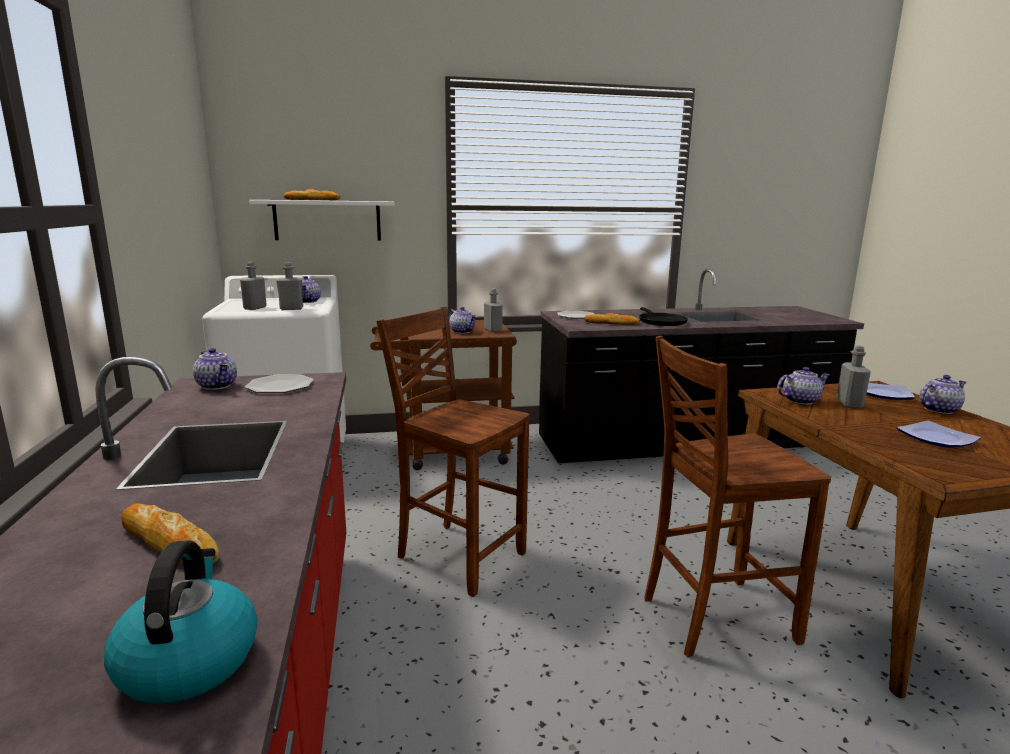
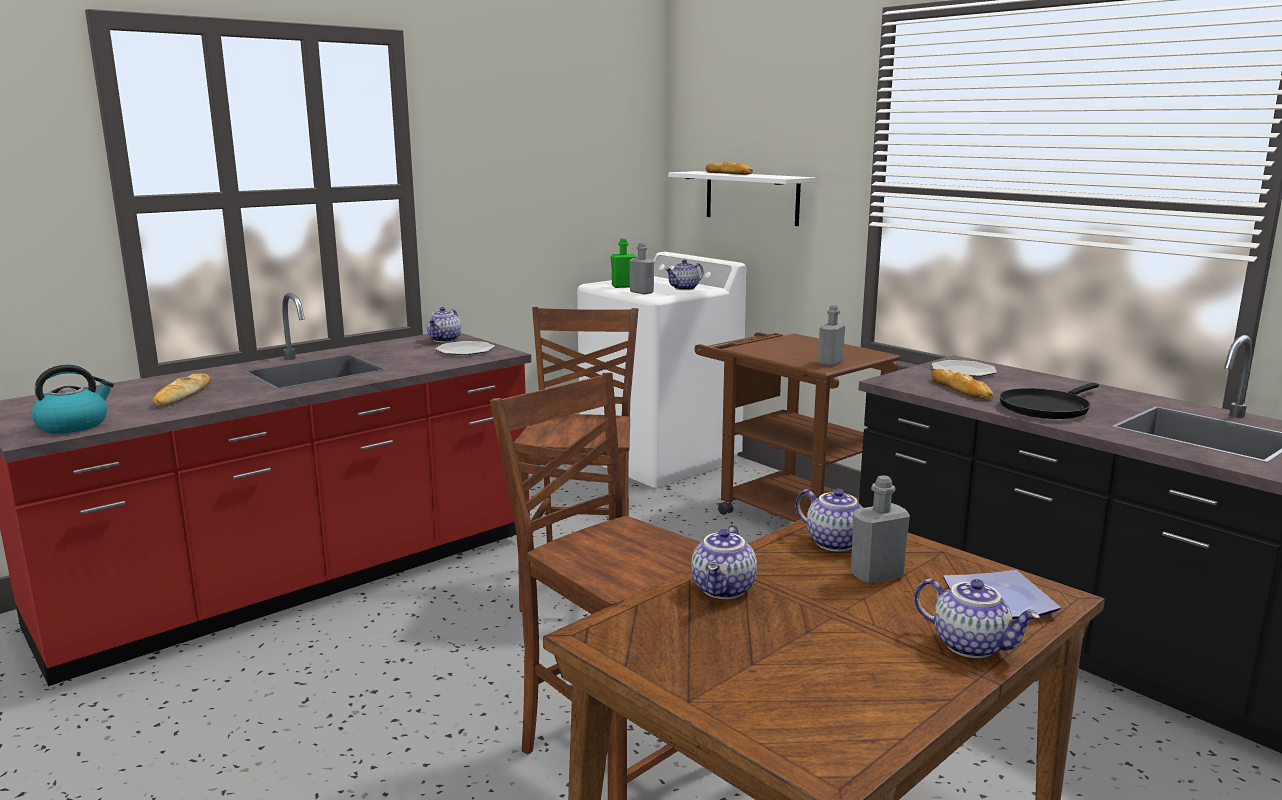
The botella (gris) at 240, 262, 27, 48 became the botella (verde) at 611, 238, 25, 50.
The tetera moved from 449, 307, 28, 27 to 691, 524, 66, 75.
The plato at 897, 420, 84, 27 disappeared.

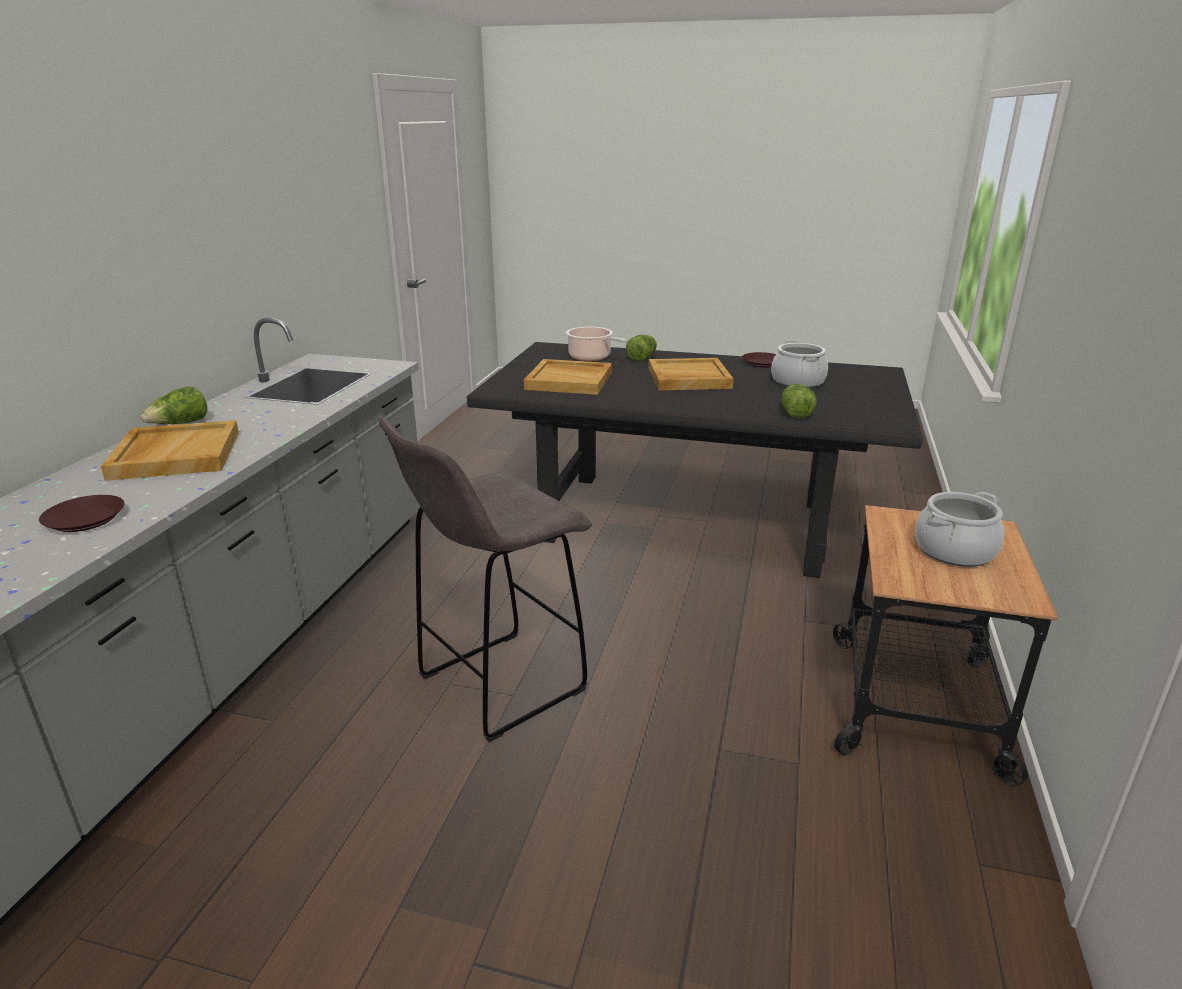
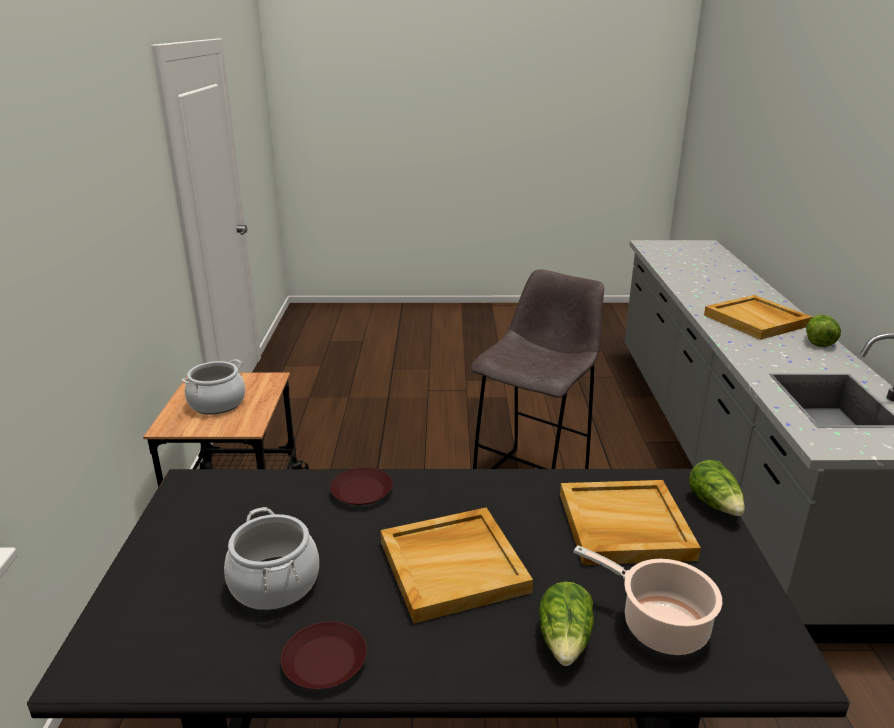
The lechuga moved from 781, 384, 36, 34 to 689, 460, 56, 56.
The plato (marrón) moved from 39, 495, 85, 37 to 330, 467, 63, 38.

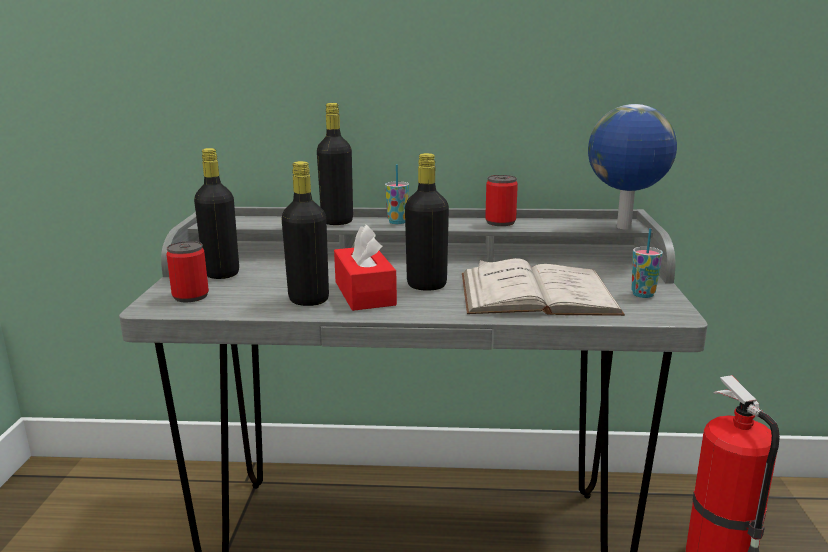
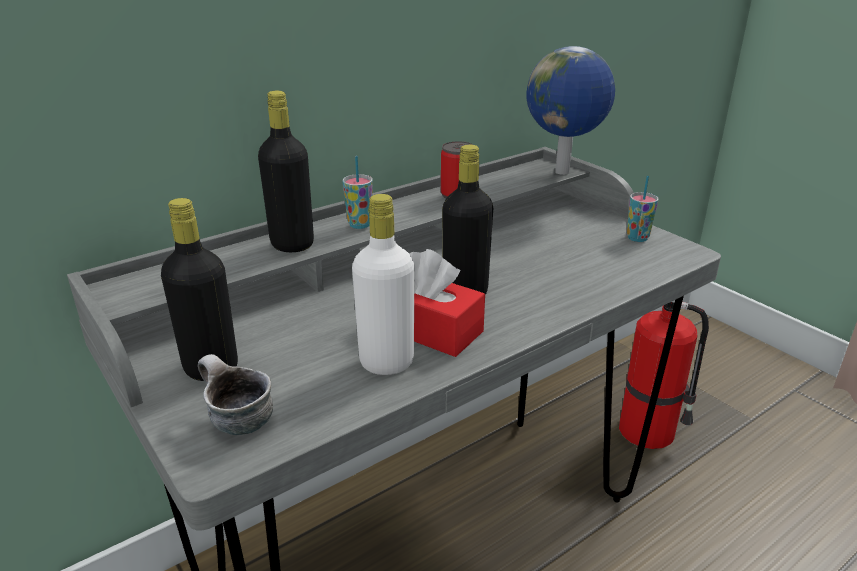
The botella (negro) at 281, 161, 48, 145 became the botella (blanco) at 352, 194, 62, 181.
The lata at 166, 241, 43, 61 was replaced by the taza grande at 198, 354, 75, 81.
The libro (blanco) at 462, 258, 163, 58 disappeared.

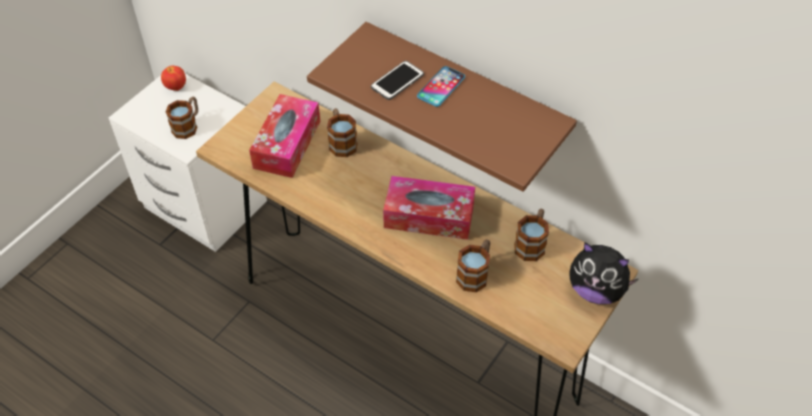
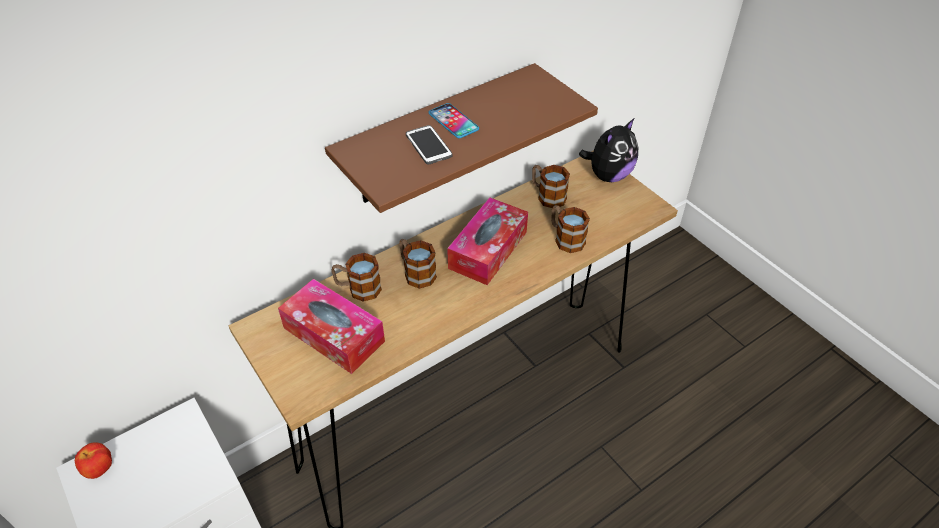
The taza grande moved from 166, 97, 32, 42 to 399, 239, 38, 50.

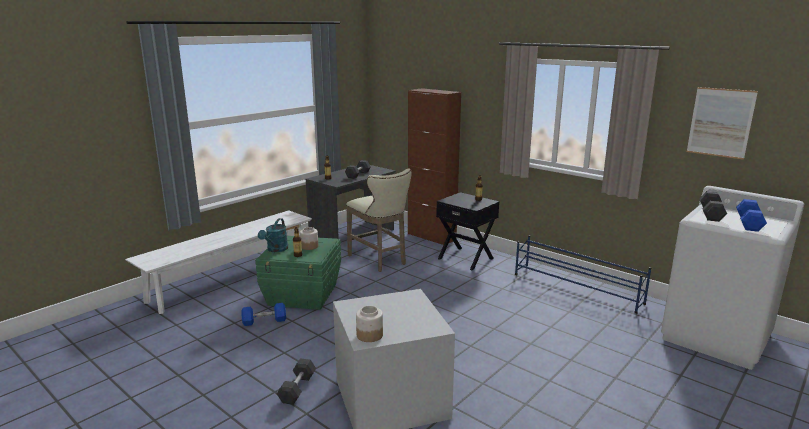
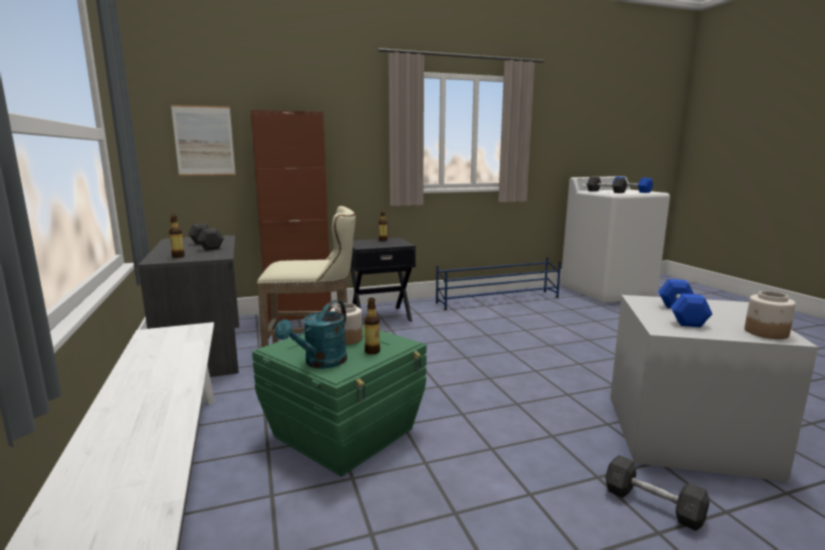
The cuadro moved from 687, 87, 71, 73 to 171, 105, 65, 71.
The regadera (turquesa) at 258, 218, 30, 34 turned 75 degrees clockwise.
The mancuerna (azul) moved from 241, 303, 45, 23 to 658, 279, 55, 49.

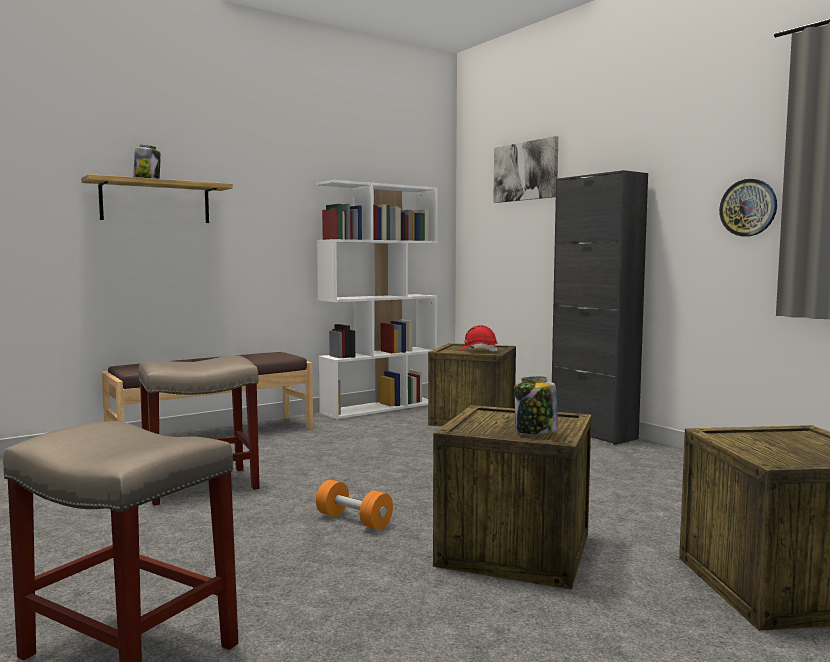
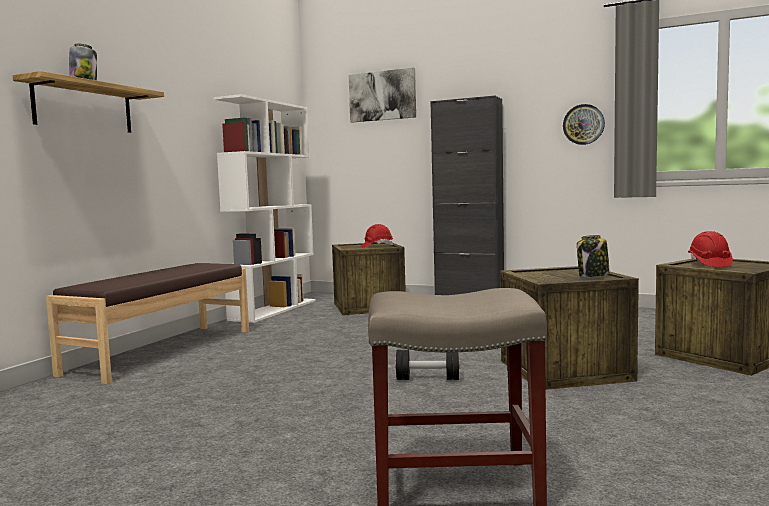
The taburete (beis) at 138, 355, 121, 151 disappeared.
The mancuerna (naranja) at 316, 480, 77, 50 became the mancuerna (negro) at 395, 350, 65, 30.
The casco (rojo) at 688, 231, 45, 36 appeared.

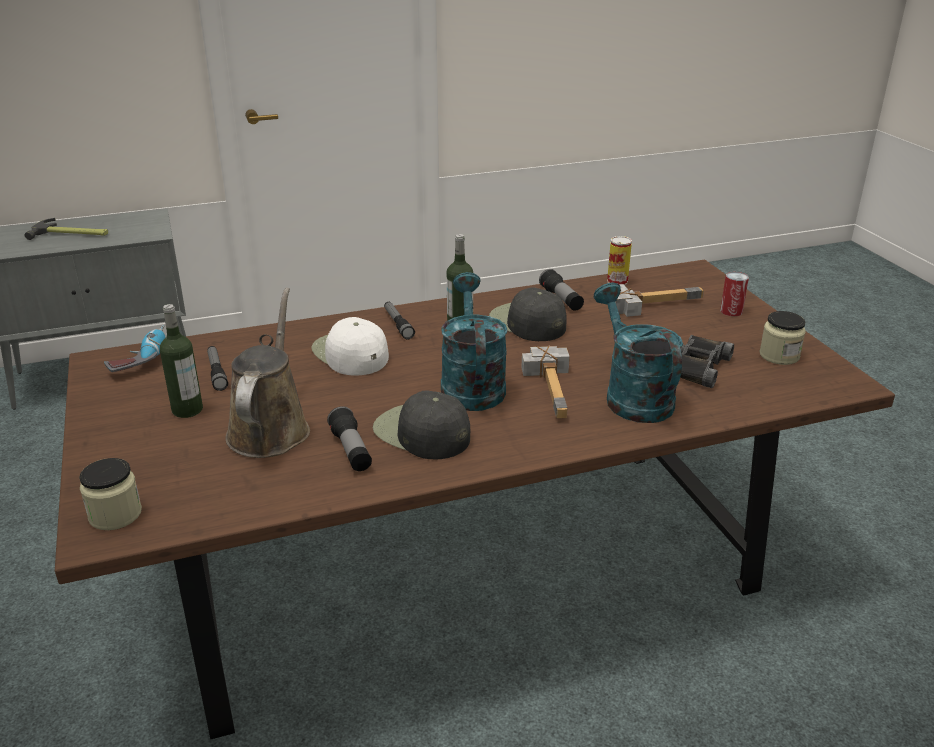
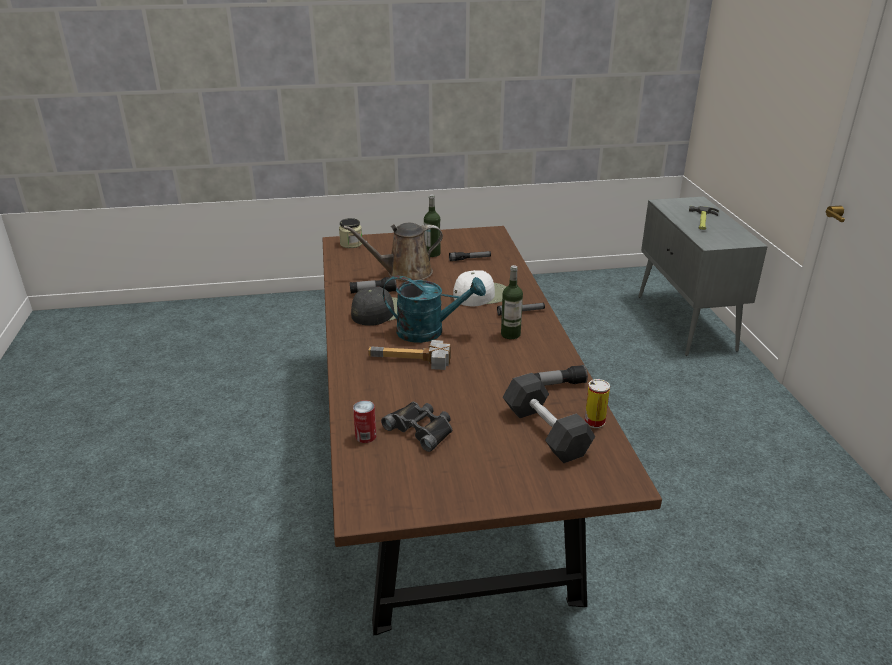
The lata moved from 720, 272, 29, 44 to 353, 400, 23, 43.
The regadera (turquesa) at 594, 283, 89, 140 disappeared.
The martillo at 615, 284, 89, 33 was replaced by the mancuerna (gris) at 503, 373, 92, 90.
The regadera (marrón) at 225, 288, 85, 170 turned 150 degrees clockwise.
The gorra (negro) at 489, 288, 78, 53 disappeared.
The tarro at 759, 311, 47, 54 disappeared.
The taladro at 104, 325, 62, 47 disappeared.

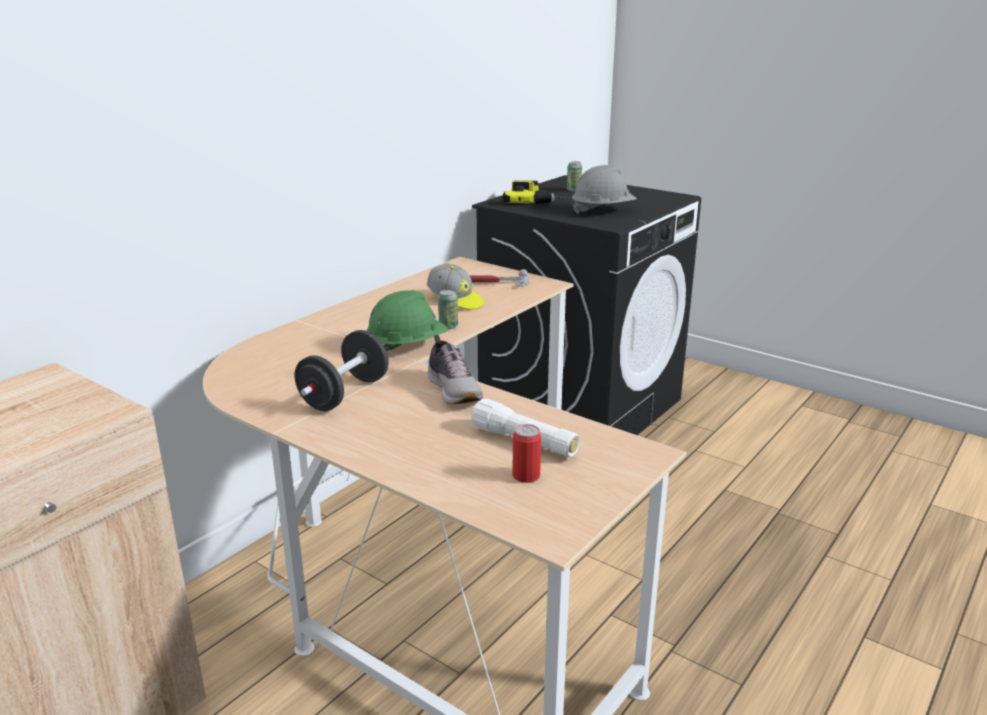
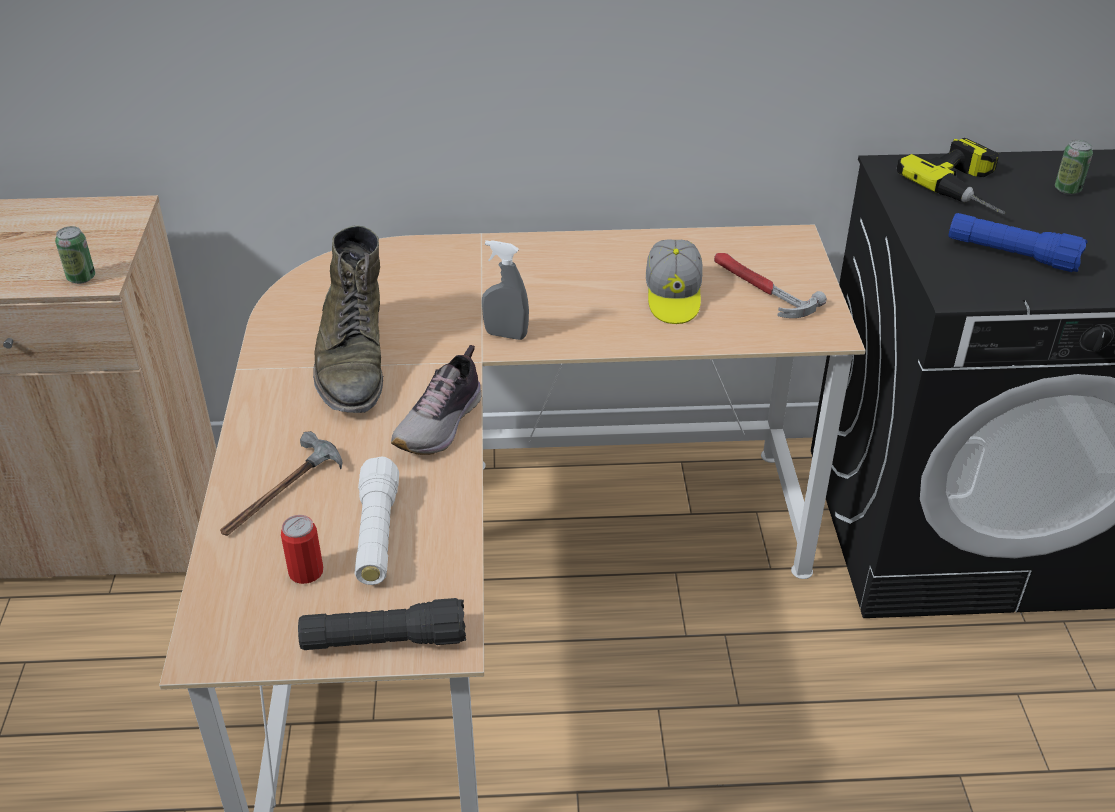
The casco (gris) at 572, 165, 65, 49 was replaced by the linterna (azul) at 948, 213, 140, 59.
The casco (verde) at 366, 290, 82, 61 was replaced by the pulverizador (gris) at 482, 240, 47, 100.
The lata moved from 438, 290, 20, 39 to 55, 226, 40, 58.
The mancuerna (negro) at 295, 330, 93, 81 was replaced by the bota (verde) at 313, 225, 70, 188.
The martillo at 220, 431, 123, 105 appeared.
The linterna (negro) at 298, 598, 168, 52 appeared.

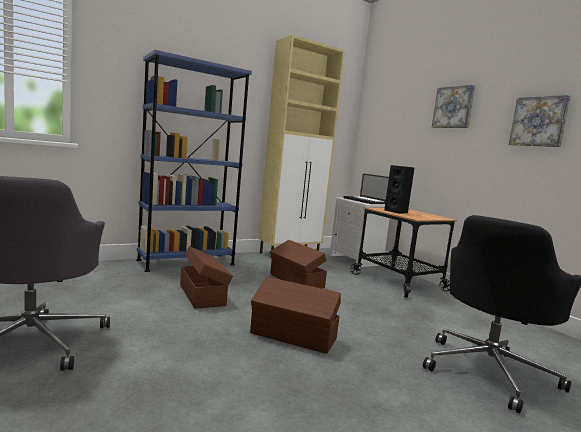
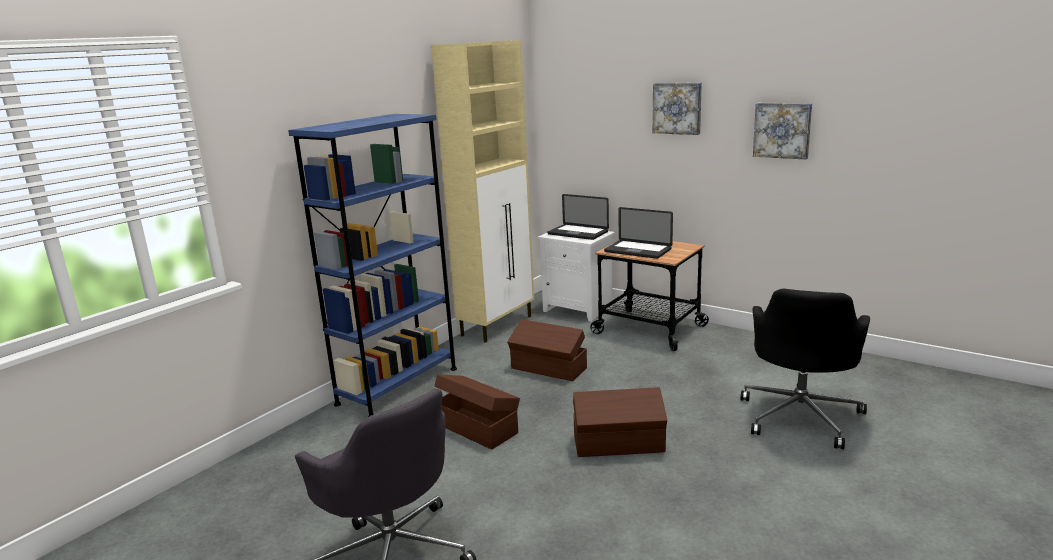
The altavoz (negro) at 384, 165, 30, 49 was replaced by the portátil at 604, 207, 69, 52.

